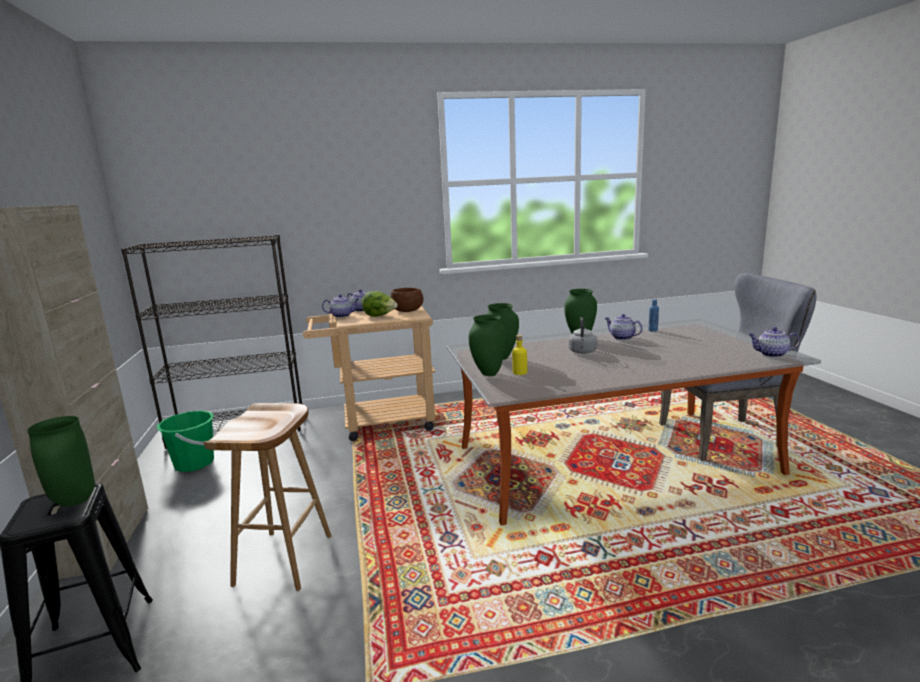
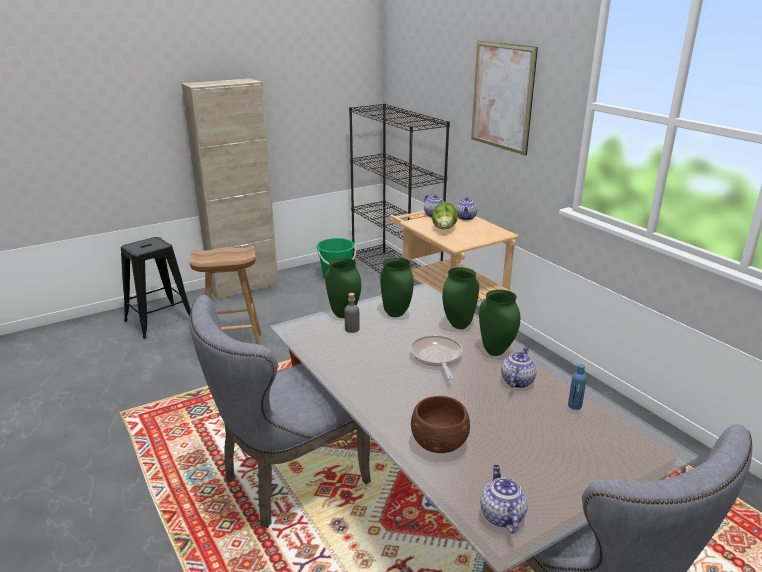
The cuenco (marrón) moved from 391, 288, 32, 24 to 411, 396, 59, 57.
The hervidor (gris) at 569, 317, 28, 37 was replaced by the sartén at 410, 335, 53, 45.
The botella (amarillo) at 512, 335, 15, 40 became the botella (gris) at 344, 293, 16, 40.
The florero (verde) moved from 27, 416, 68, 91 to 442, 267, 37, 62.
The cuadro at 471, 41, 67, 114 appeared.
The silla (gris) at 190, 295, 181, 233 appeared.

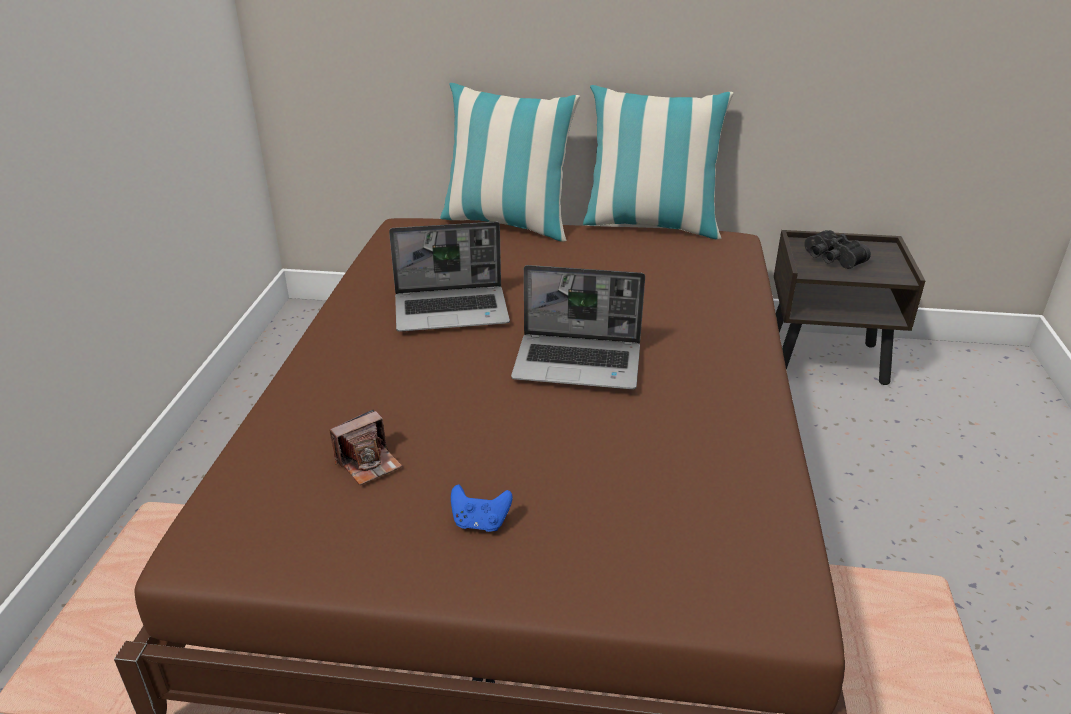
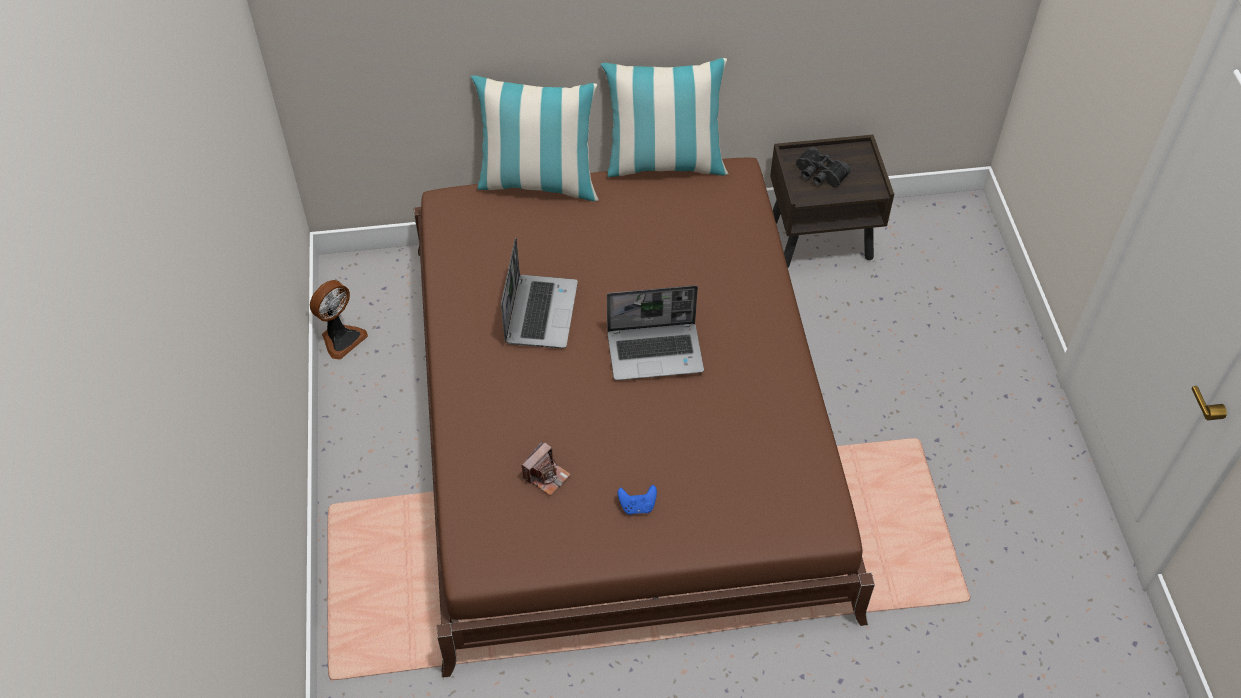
The portátil at 389, 222, 121, 110 turned 60 degrees counterclockwise.
The ventilador at 310, 280, 58, 80 appeared.

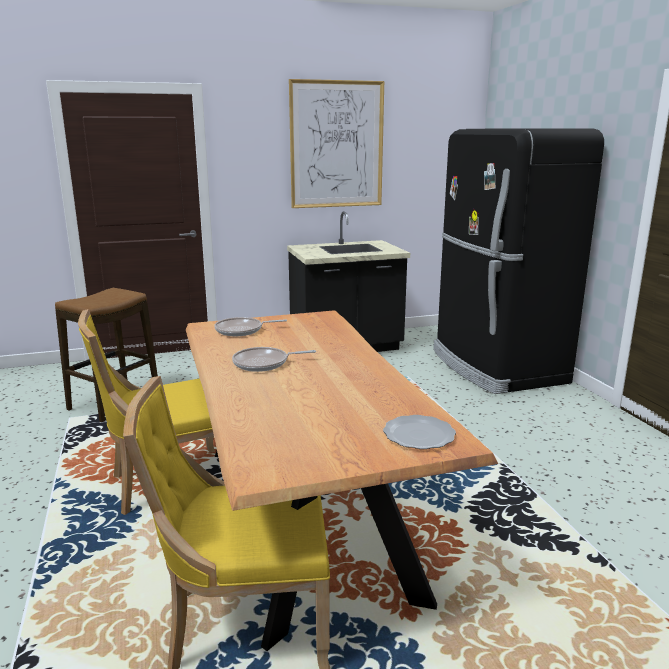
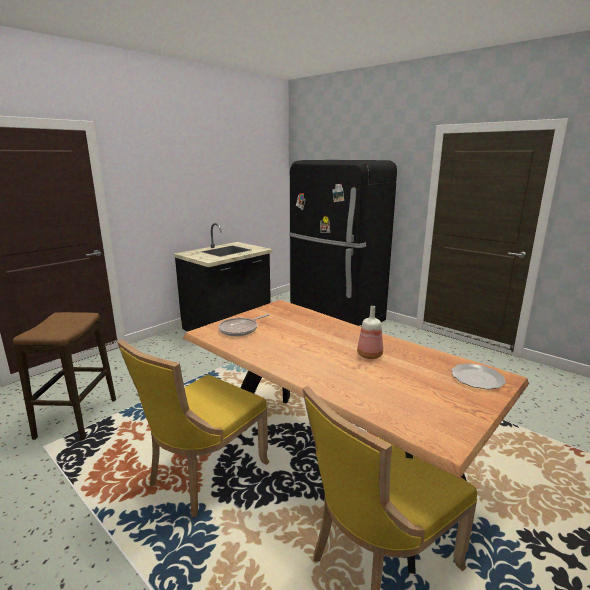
The cuadro at 289, 79, 95, 129 disappeared.
The sartén at 232, 347, 84, 25 disappeared.
The botella at 357, 306, 26, 53 appeared.

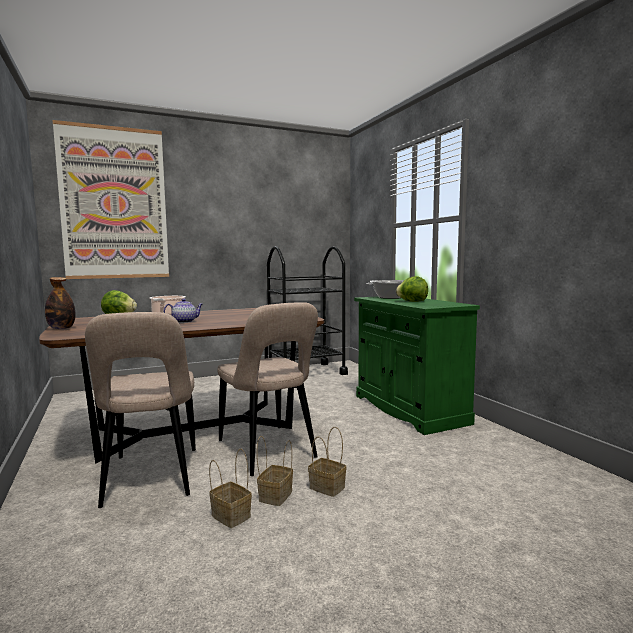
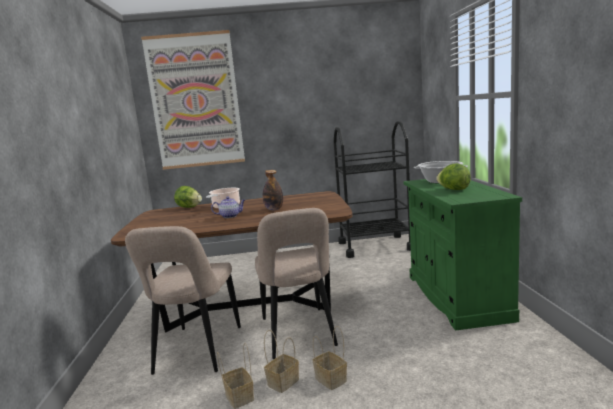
The botella moved from 45, 277, 31, 52 to 263, 170, 20, 40.

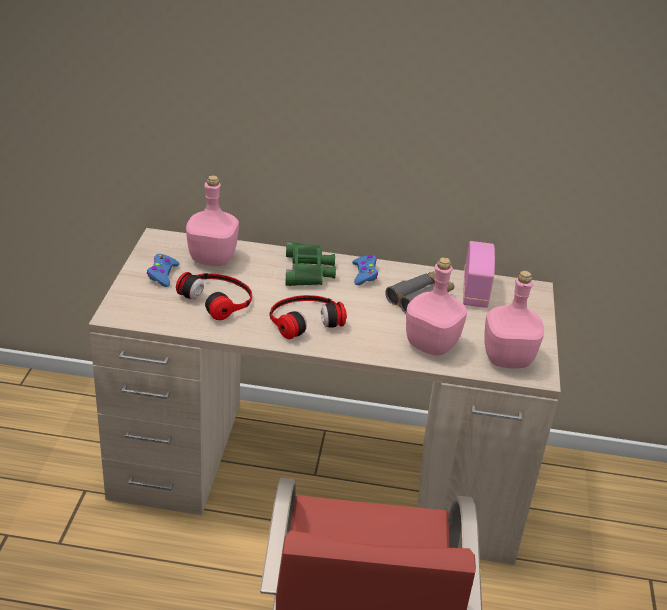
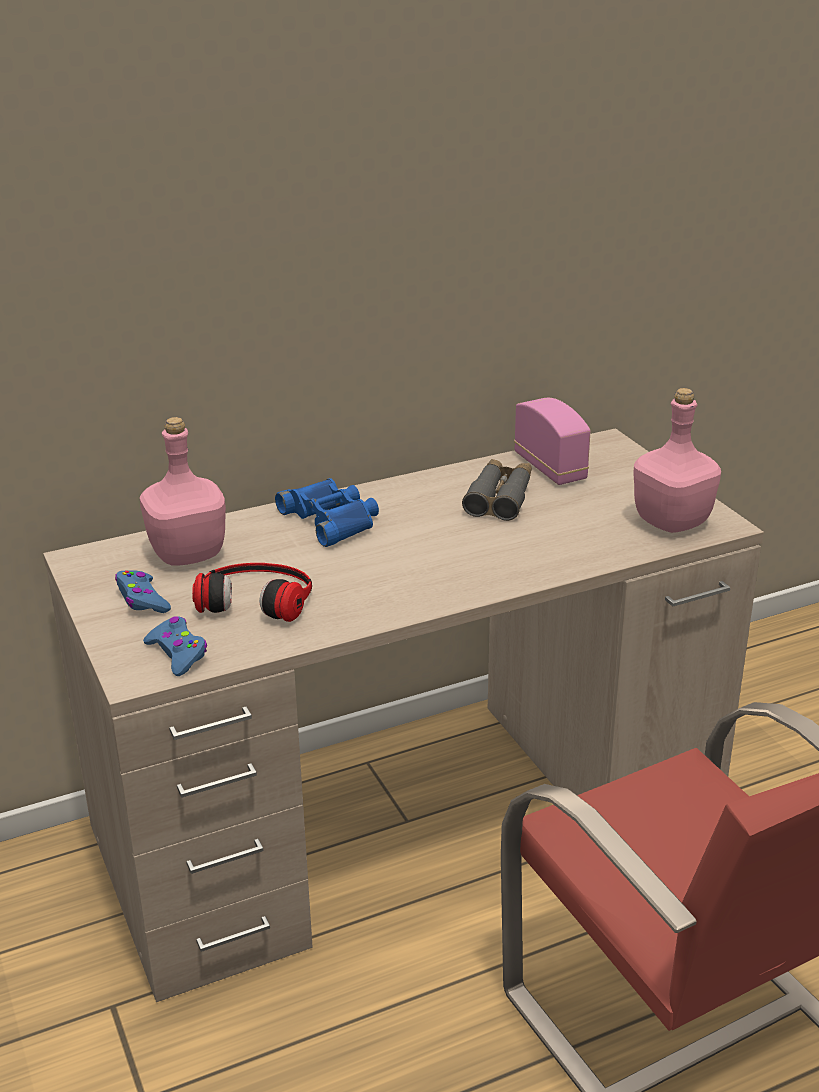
The prismáticos (verde) at 285, 242, 51, 44 became the prismáticos (azul) at 275, 478, 104, 69.
The mando de consola (azul) moved from 352, 255, 26, 30 to 143, 616, 64, 60.
The botella (rosa) at 406, 257, 61, 99 disappeared.
The auriculares at 270, 295, 77, 44 disappeared.

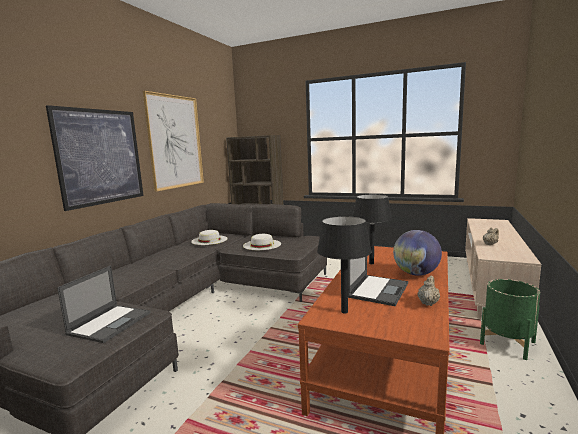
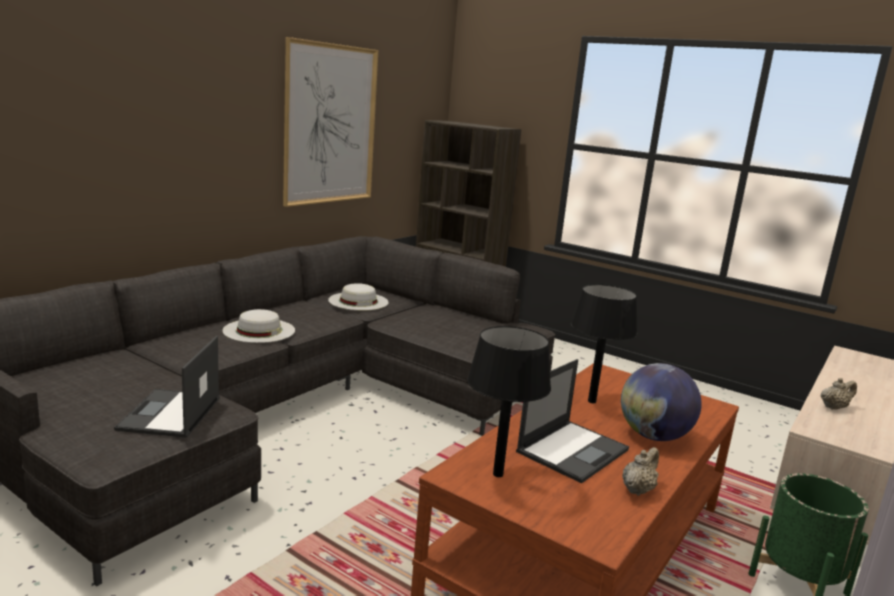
The cuadro at 46, 105, 98, 106 disappeared.
The sombrero (blanco) moved from 243, 234, 38, 16 to 222, 309, 73, 34.
The portátil at 57, 265, 93, 78 turned 150 degrees clockwise.

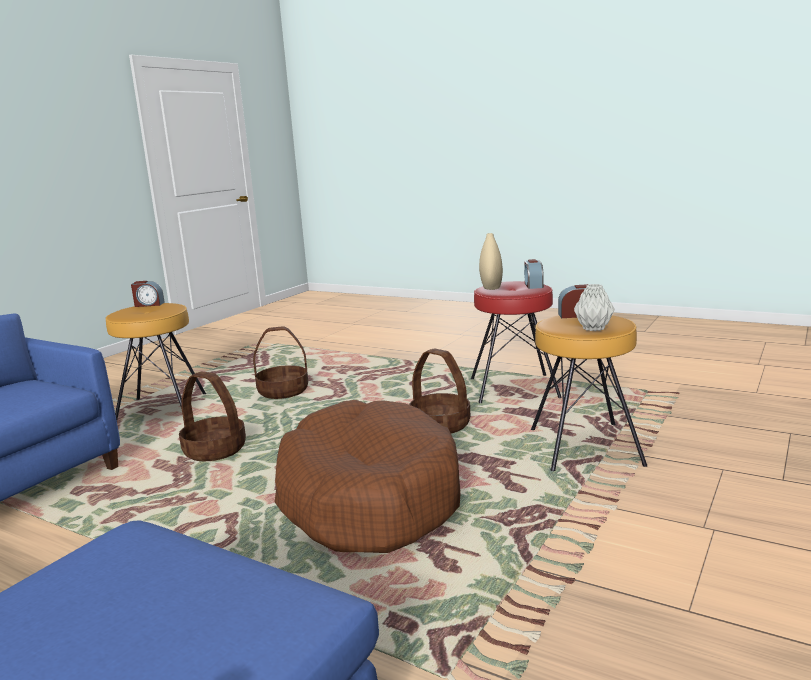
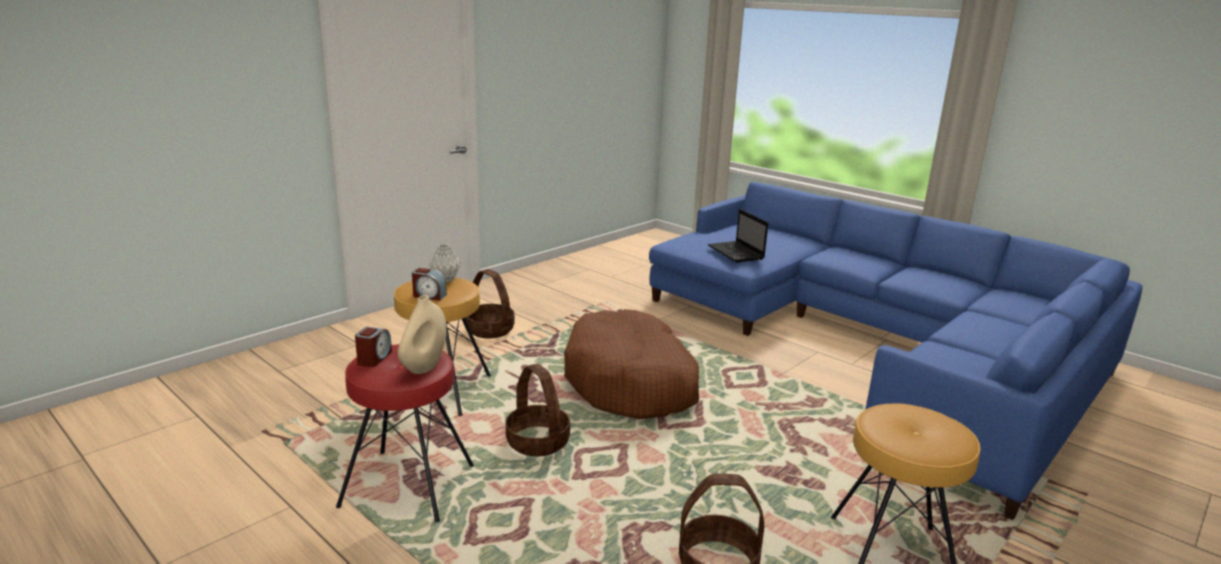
The despertador at 131, 281, 34, 26 disappeared.
The cesta moved from 179, 372, 67, 89 to 465, 269, 49, 70.
The portátil at 708, 209, 60, 53 appeared.

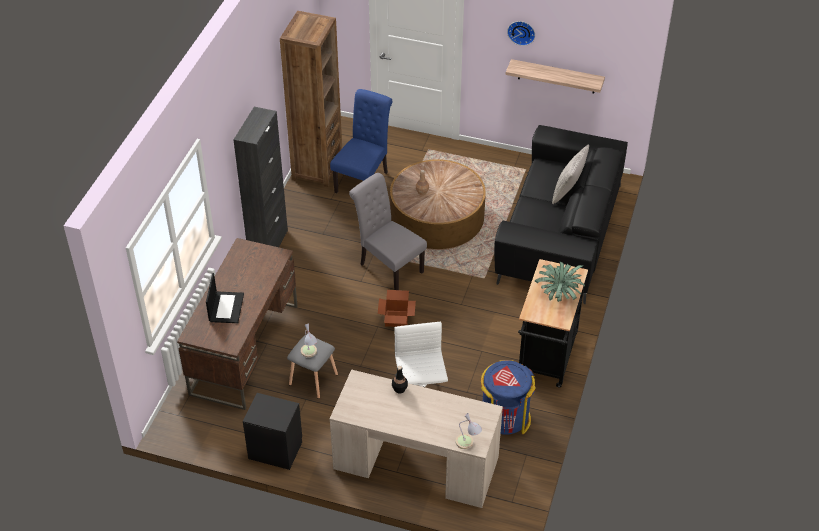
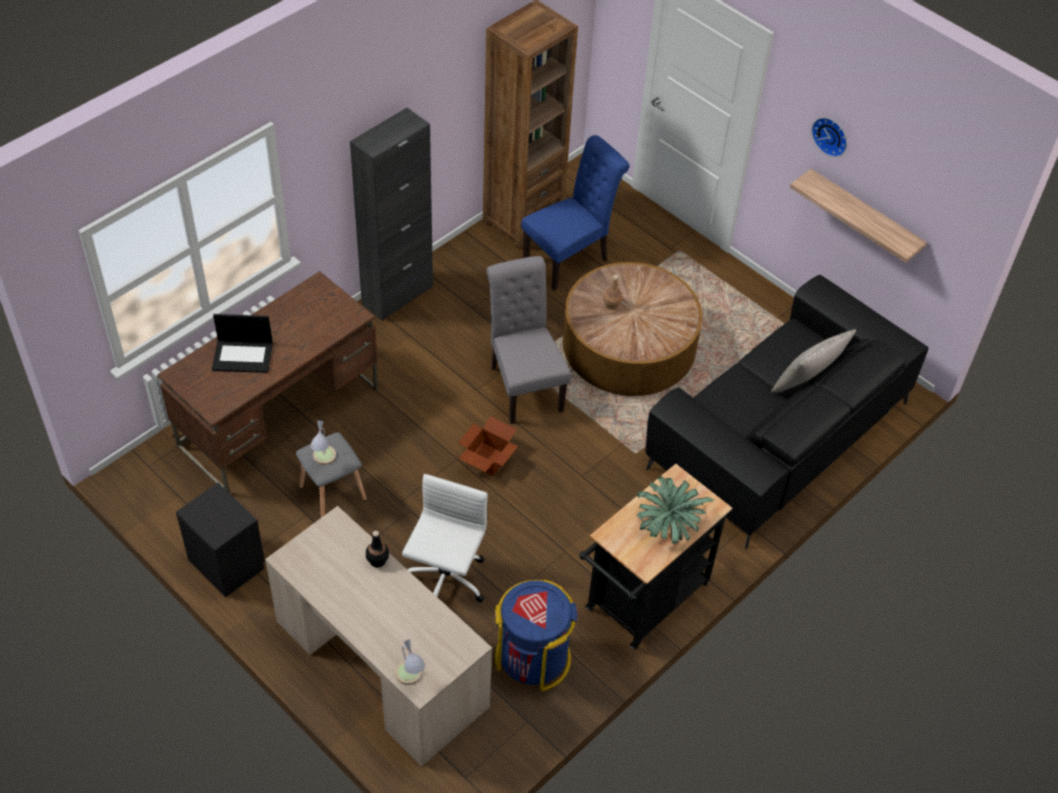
The portátil at 206, 273, 38, 50 turned 60 degrees clockwise.

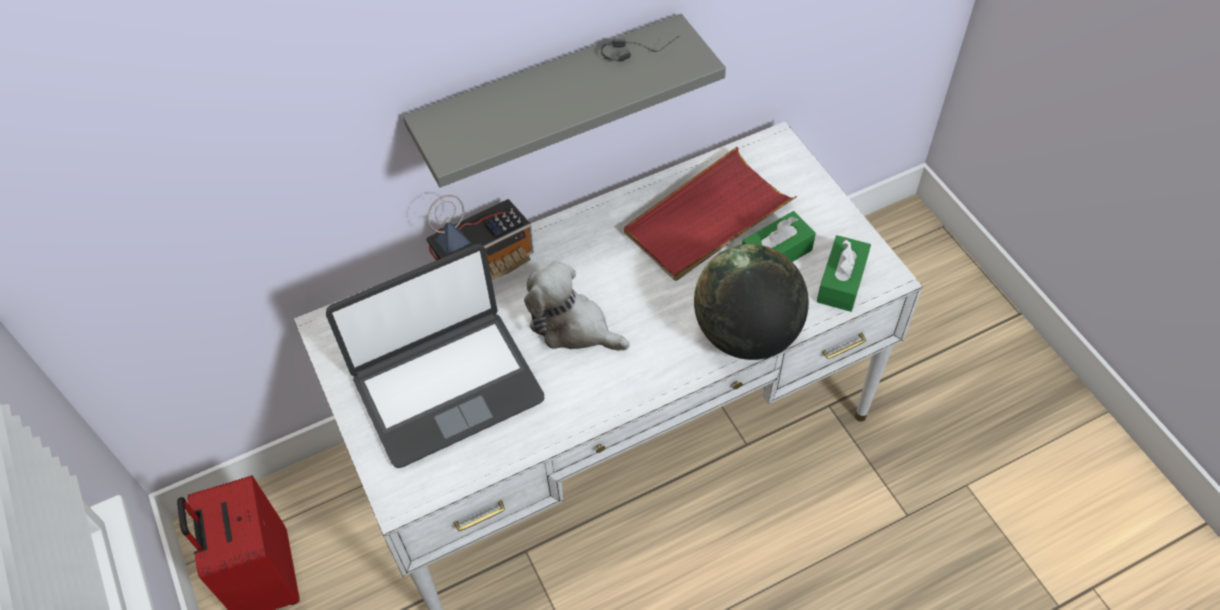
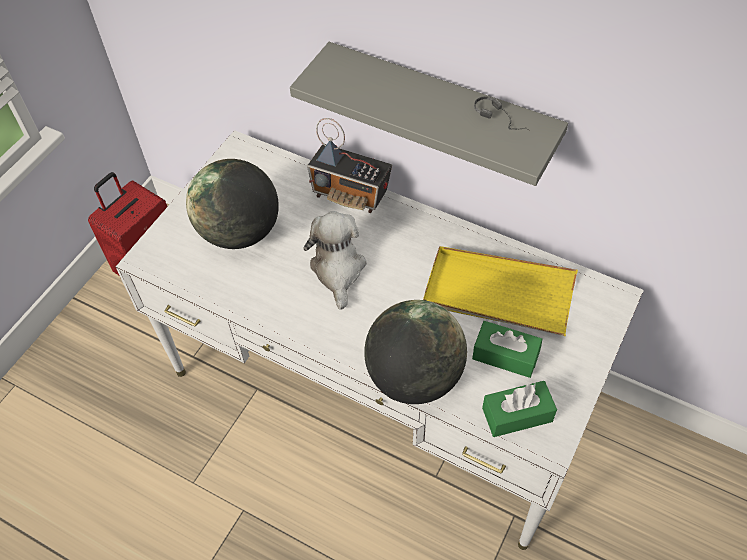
The bandeja (rojo) at 624, 147, 173, 134 became the bandeja (amarillo) at 423, 246, 155, 90.
The portátil at 326, 244, 218, 224 was replaced by the globo terráqueo at 186, 159, 93, 90.

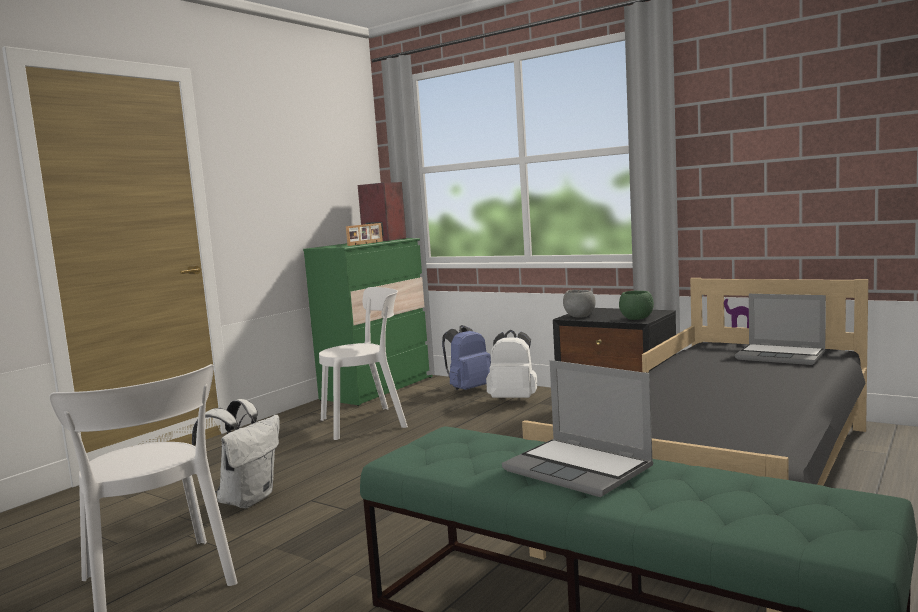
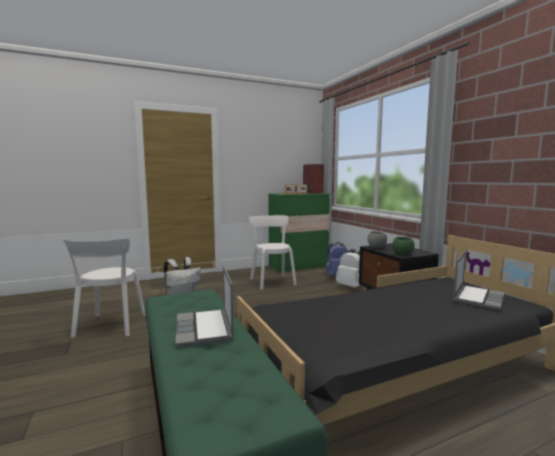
The silla (blanco) at 319, 287, 89, 153 turned 120 degrees counterclockwise.
The portátil at 735, 294, 91, 71 turned 120 degrees counterclockwise.

